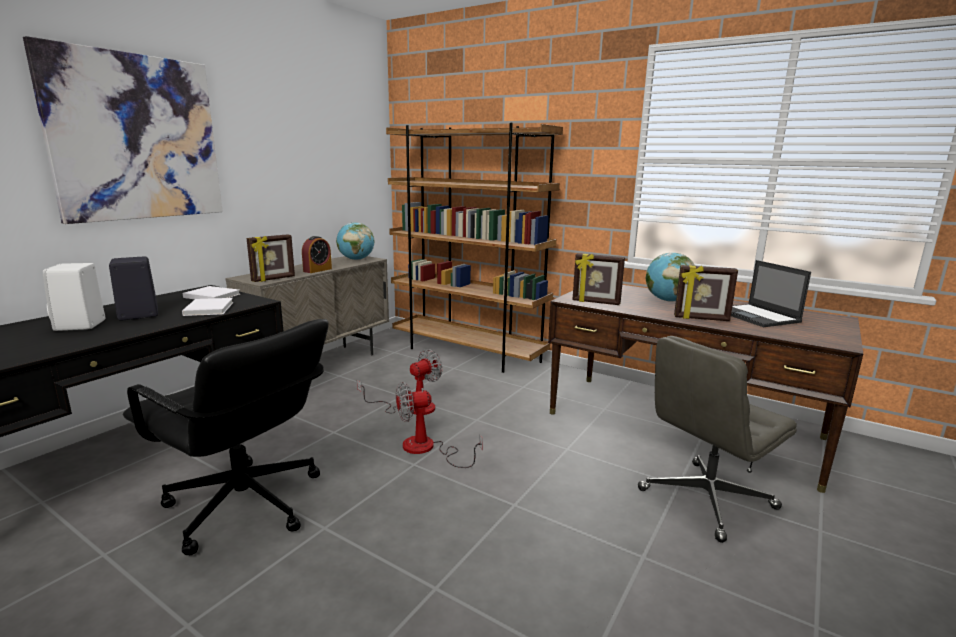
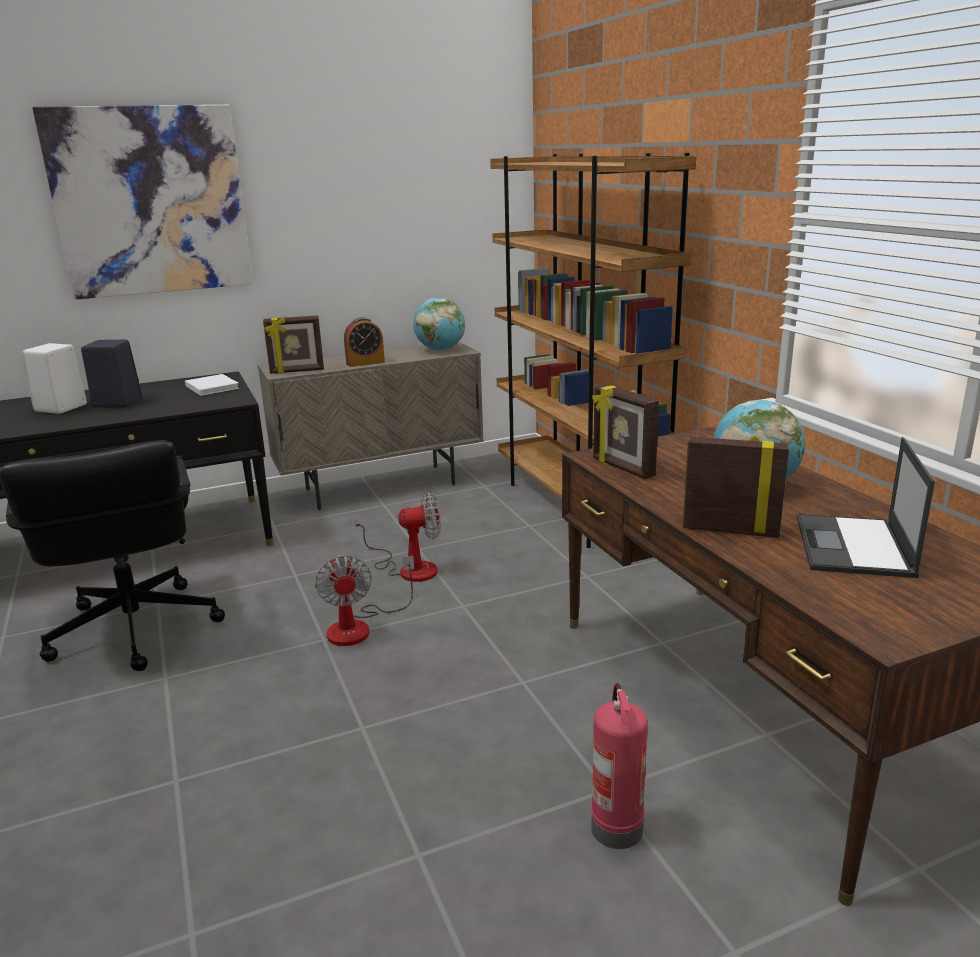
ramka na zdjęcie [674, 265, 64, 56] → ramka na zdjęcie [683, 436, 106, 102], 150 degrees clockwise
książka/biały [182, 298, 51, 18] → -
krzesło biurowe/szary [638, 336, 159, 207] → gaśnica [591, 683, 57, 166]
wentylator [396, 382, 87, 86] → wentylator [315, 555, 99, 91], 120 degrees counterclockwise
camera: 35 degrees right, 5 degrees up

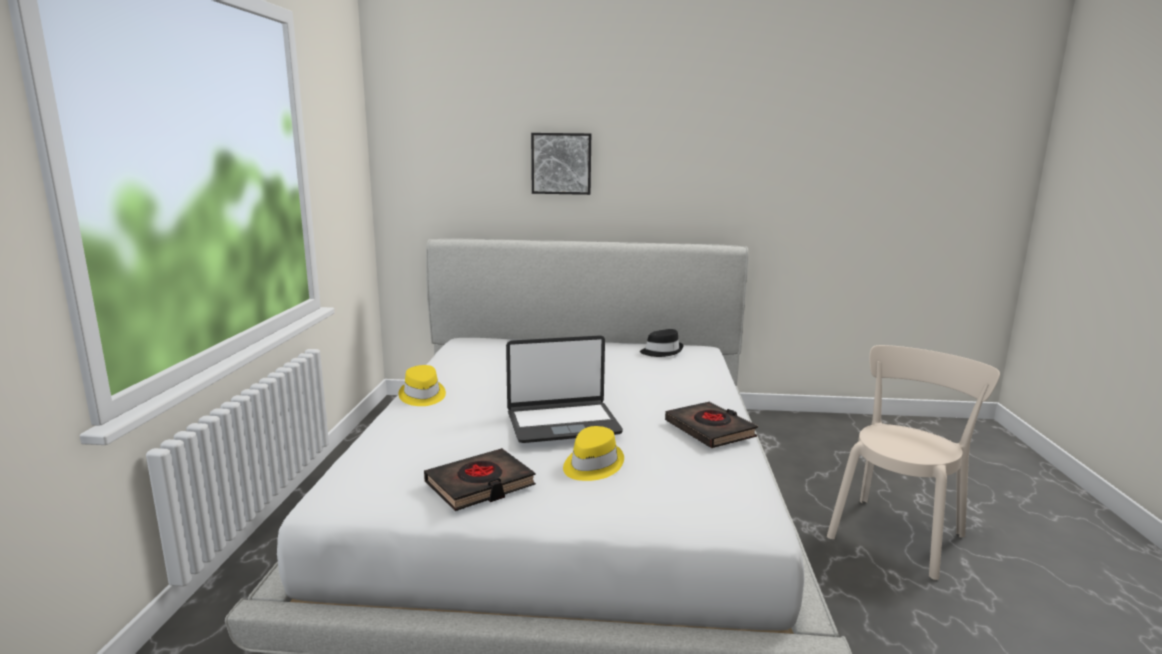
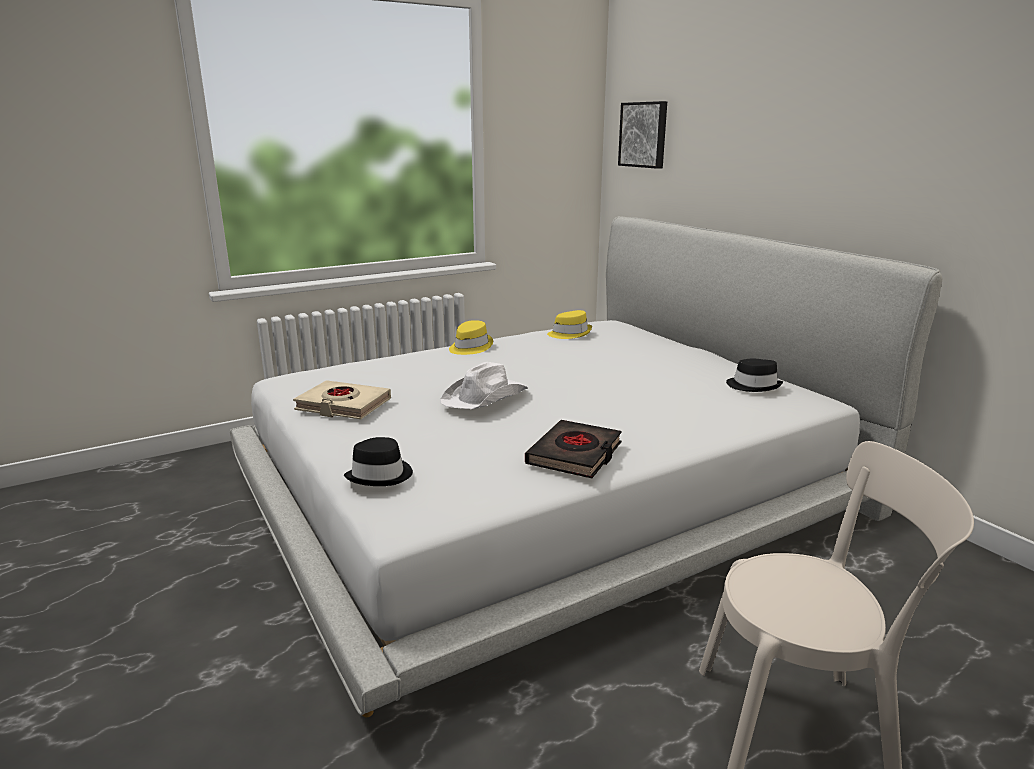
obraz [531, 133, 60, 62] → obraz [618, 101, 49, 68], relocated
laptop [506, 335, 117, 108] → kapelusz/biały [440, 362, 88, 47]
kapelusz/żółty [563, 426, 61, 55] → kapelusz/żółty [547, 310, 45, 29], relocated
książka/czarny [424, 448, 112, 63] → książka/beżowy [293, 380, 98, 39]
- → kapelusz/czarny [344, 437, 69, 49]
camera: 55 degrees right, 5 degrees up

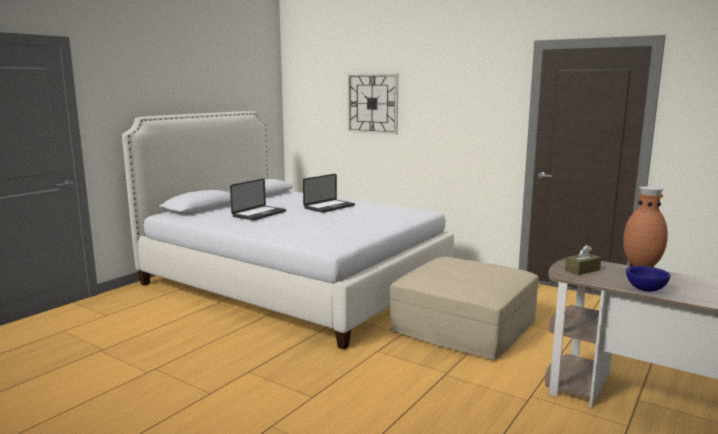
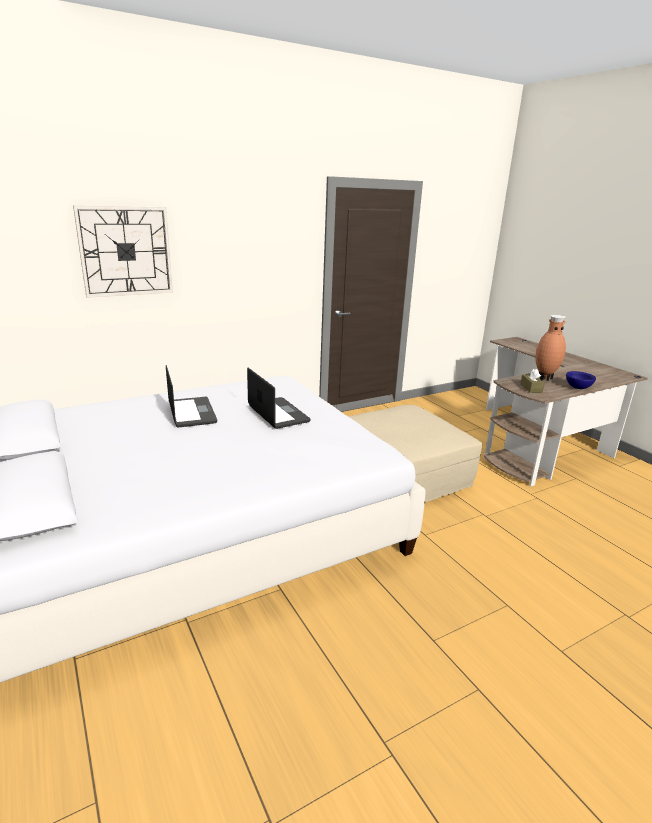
laptop [230, 178, 56, 43] → laptop [247, 368, 63, 61], relocated
camera: 65 degrees left, 10 degrees up

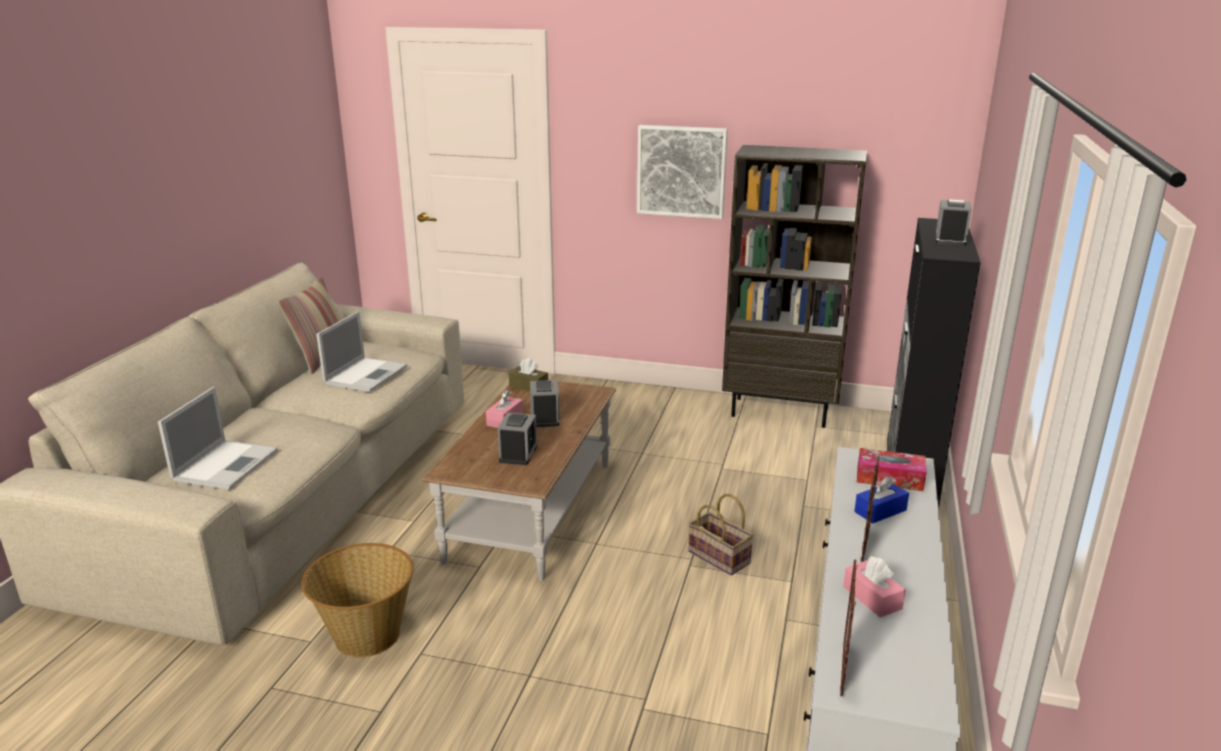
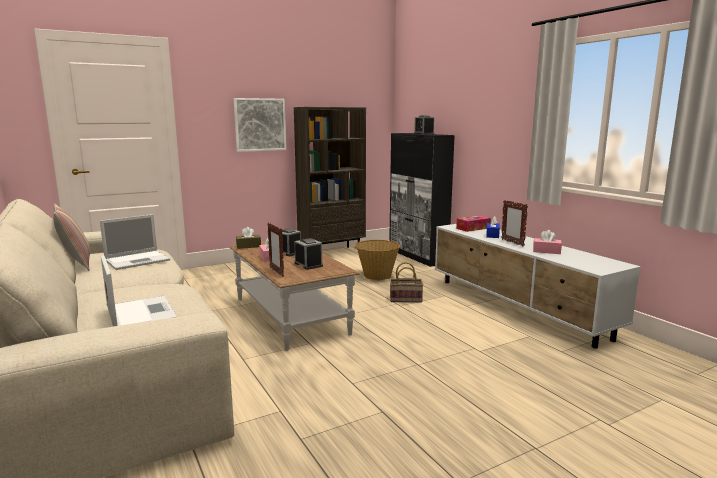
laptop [316, 311, 91, 81] → laptop [100, 214, 70, 56], 75 degrees clockwise
koszyk [301, 543, 113, 114] → koszyk [355, 240, 45, 40], relocated
ramka na zdjęcie [840, 559, 18, 137] → ramka na zdjęcie [267, 223, 17, 54], relocated
camera: 45 degrees left, 10 degrees down

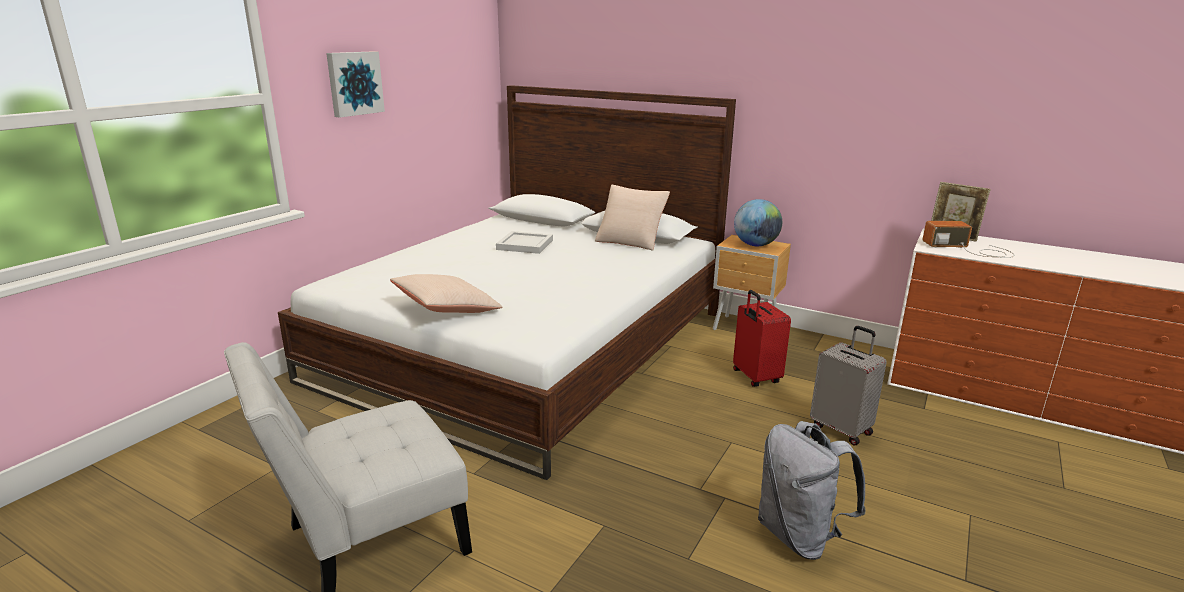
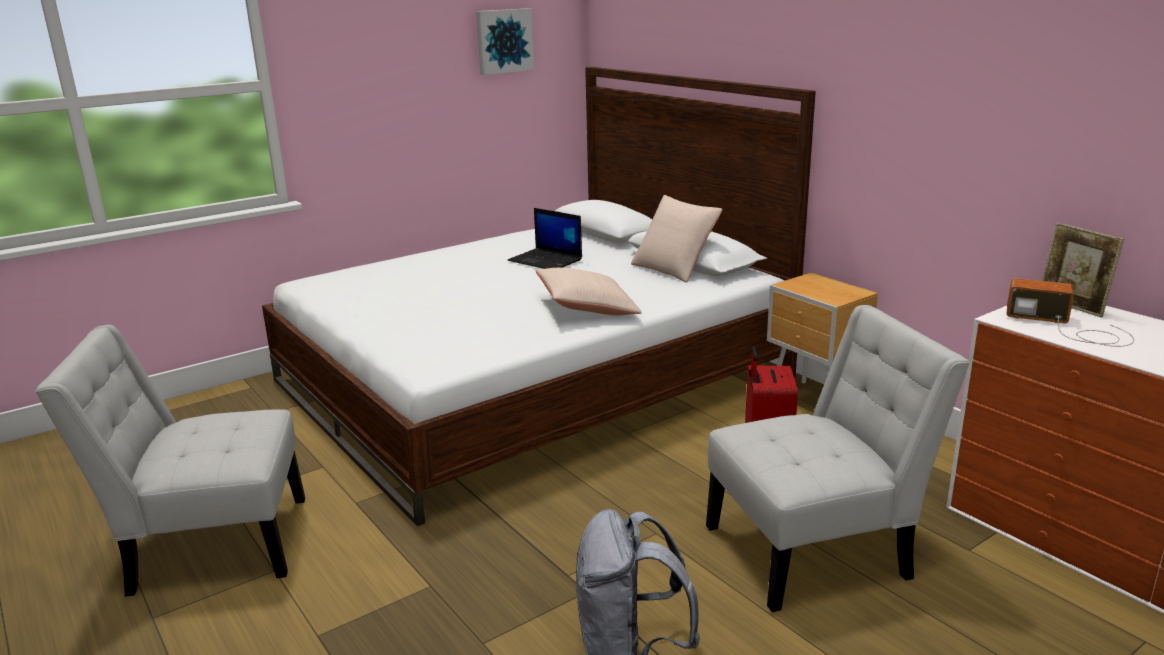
obraz [326, 51, 59, 67] → obraz [476, 8, 58, 67], relocated
globus [734, 199, 48, 47] → -
taca/biały [496, 231, 57, 23] → laptop [508, 208, 74, 61]
poduszka/beżowy [390, 274, 112, 39] → poduszka/beżowy [535, 268, 107, 48], relocated
walizka/szary [810, 326, 77, 119] → krzesło/biały [706, 305, 264, 307]
camera: 25 degrees right, 0 degrees up

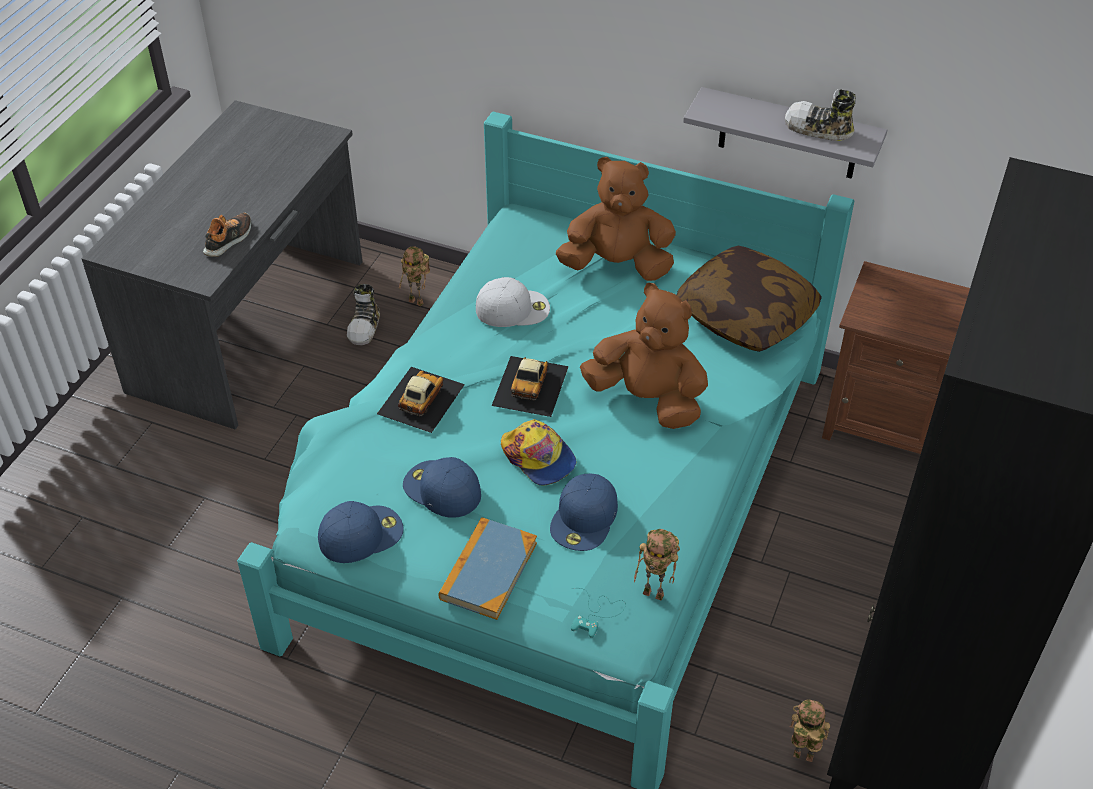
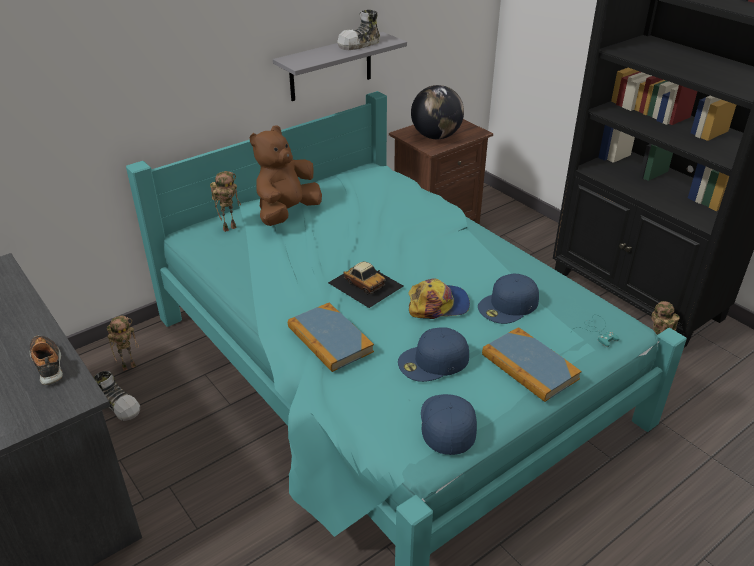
poduszka [677, 246, 145, 106] → -
czapka z daszkiem/biały [476, 277, 74, 50] → -
pluszak/brązowy [580, 283, 128, 146] → -
samochodzik [377, 367, 88, 66] → książka [288, 303, 86, 69]
czapka z daszkiem/niebieski [550, 474, 68, 77] → czapka z daszkiem/niebieski [478, 274, 61, 50], 90 degrees clockwise
robot zabawkowy [634, 529, 46, 72] → robot zabawkowy [210, 171, 31, 61], relocated
- → globus [411, 85, 53, 54]
camera: 60 degrees left, 10 degrees down

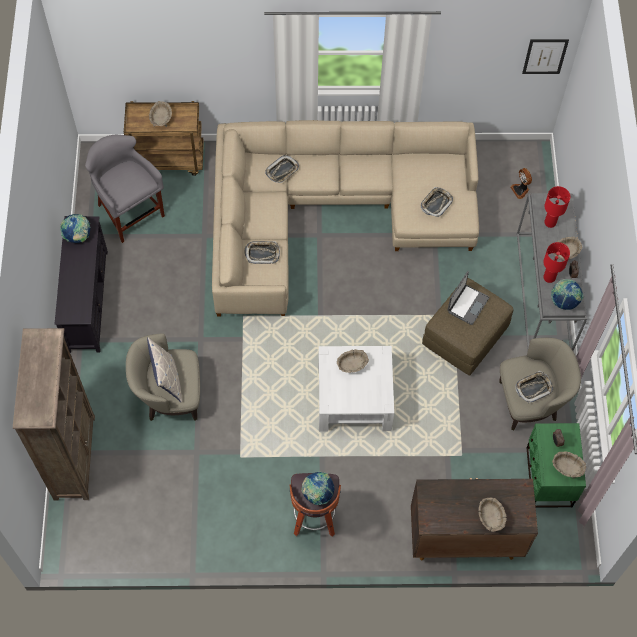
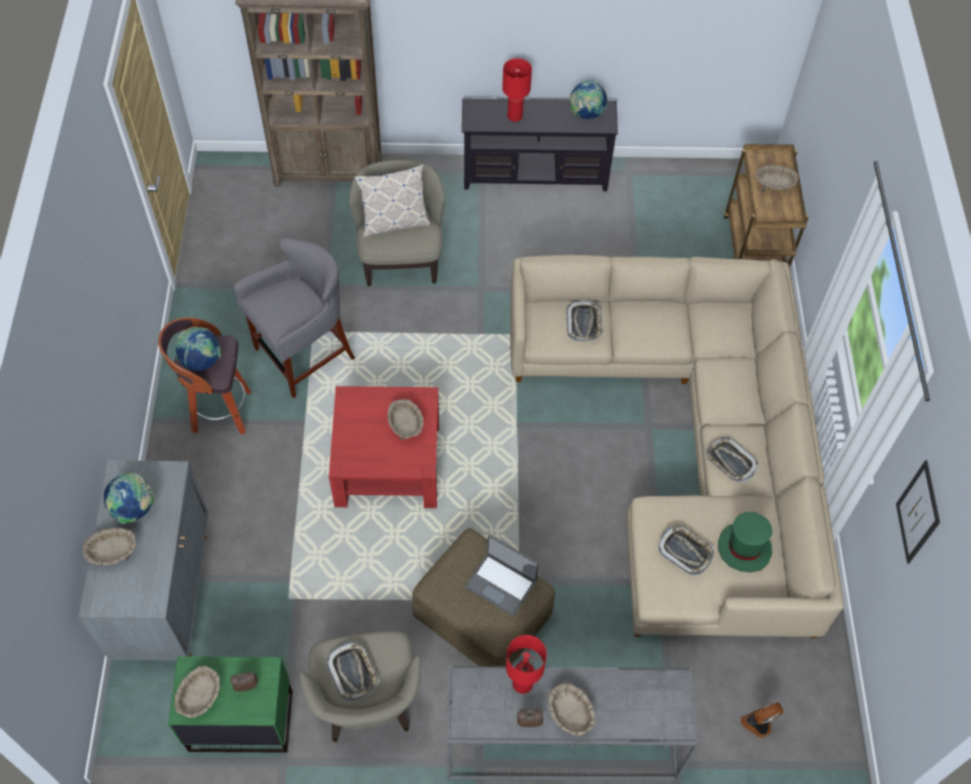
obraz [522, 39, 47, 35] → obraz [896, 460, 44, 104], relocated
stołek/szary [85, 135, 80, 108] → stołek/szary [234, 238, 121, 160], relocated
taca [265, 155, 34, 28] → taca [705, 437, 54, 46], relocated
lampa stołowa/czerwony [544, 186, 26, 42] → lampa stołowa/czerwony [502, 58, 30, 64], relocated
globus [551, 279, 33, 31] → globus [104, 473, 50, 51], relocated
ława/biały [318, 346, 76, 86] → ława/czerwony [329, 386, 110, 122]
szafka/brązowy [411, 478, 127, 82] → szafka/szary [79, 460, 129, 200]
- → kapelusz/zielony [718, 512, 55, 60]
camera: 90 degrees right, 5 degrees down

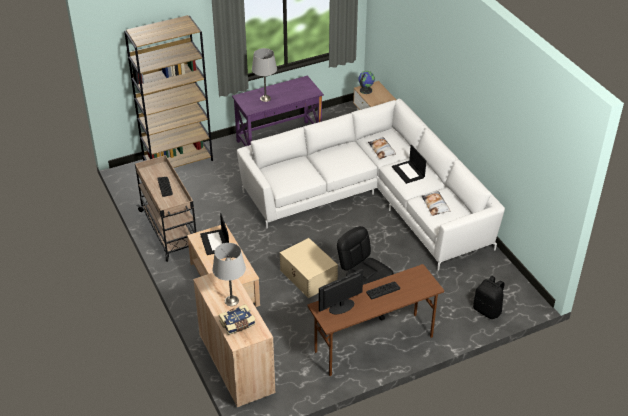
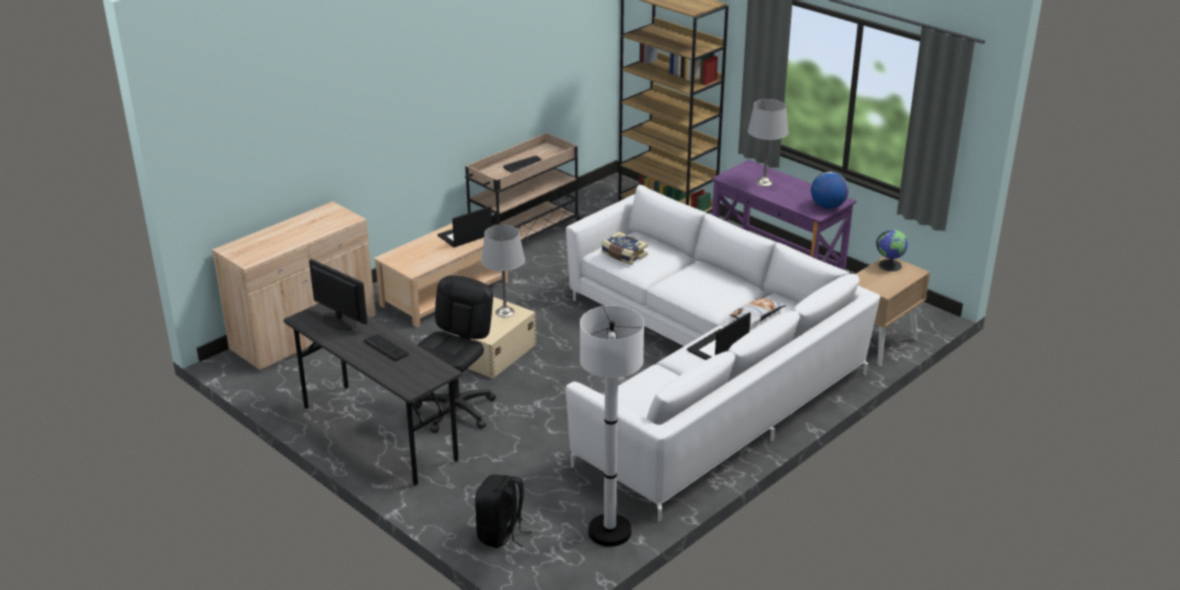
poduszka [422, 191, 28, 25] → -
lampa stołowa/szary [212, 243, 34, 63] → lampa stołowa/szary [481, 225, 44, 92], relocated
biurko/brązowy [307, 264, 137, 112] → biurko/szary [284, 303, 178, 183]
książka [219, 304, 37, 31] → książka [601, 232, 47, 33], relocated
- → globus [811, 172, 38, 37]
- → lampa stojąca/biały [580, 306, 64, 241]
camera: 70 degrees right, 10 degrees down

